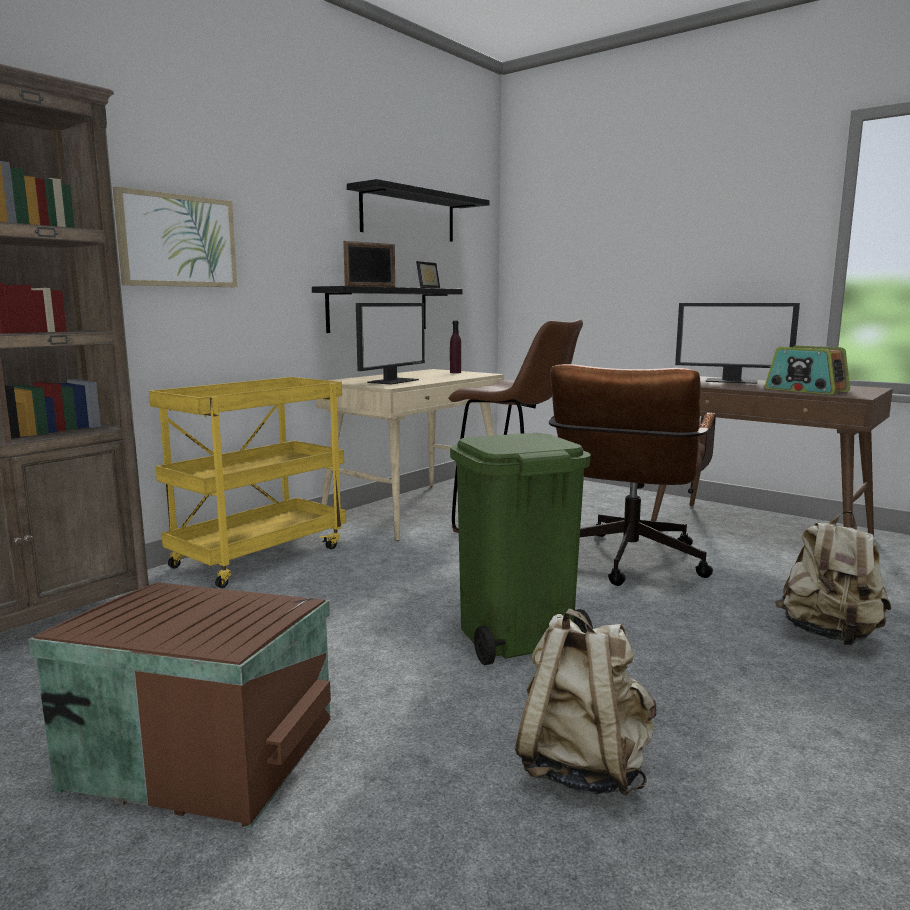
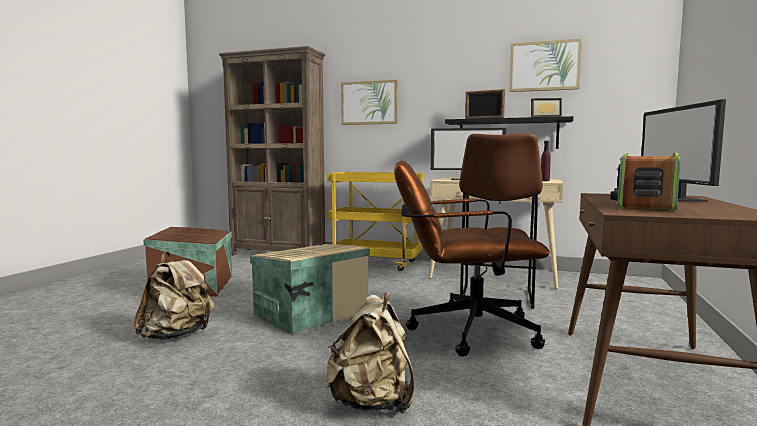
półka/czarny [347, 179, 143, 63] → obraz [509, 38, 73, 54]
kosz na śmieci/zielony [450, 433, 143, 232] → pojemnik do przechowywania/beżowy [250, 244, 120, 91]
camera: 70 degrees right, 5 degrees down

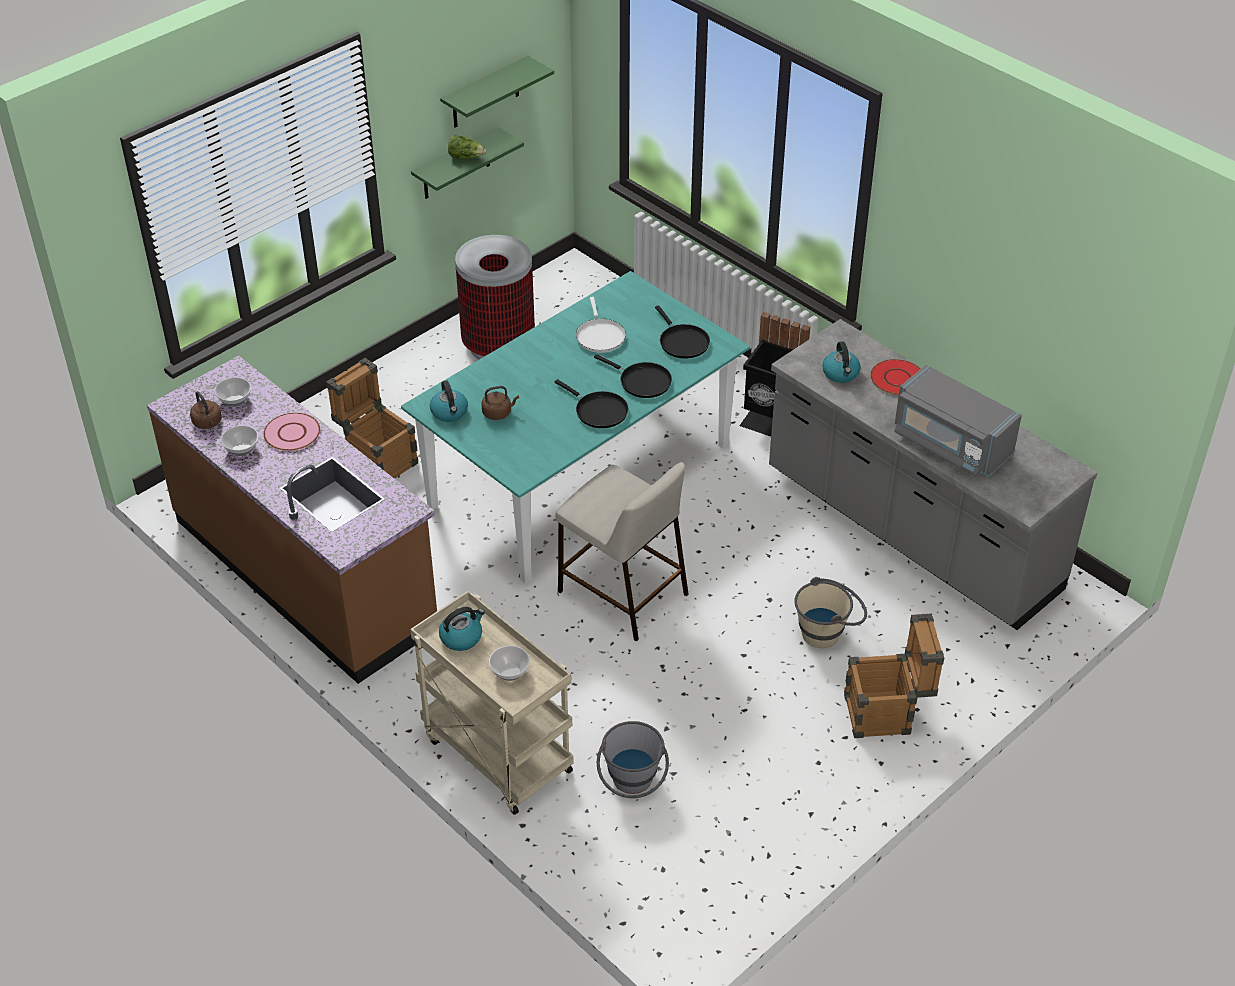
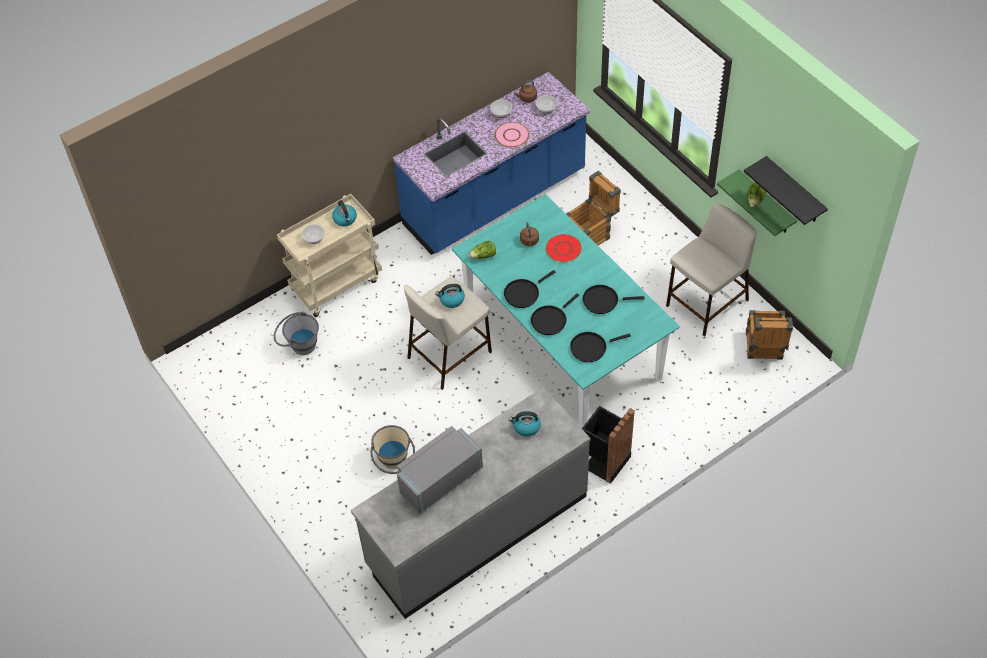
półka/zielony [440, 56, 114, 71] → półka/czarny [744, 156, 84, 69]
kosz na śmieci [455, 235, 80, 125] → stołek/beżowy [666, 204, 91, 132]
patelnia/biały [576, 297, 50, 56] → patelnia/czarny [583, 285, 62, 29]
zabudowa kuchenna/brązowy [147, 356, 290, 328] → zabudowa kuchenna/niebieski [393, 72, 197, 183]
talerz/czerwony [870, 359, 50, 36] → talerz/czerwony [546, 234, 36, 28], relocated
czajnik [430, 380, 38, 42] → czajnik [435, 284, 30, 24], relocated
skrzynka [844, 614, 100, 124] → skrzynka [746, 310, 47, 49], relocated
- → sałata [469, 241, 27, 18]
camera: 100 degrees right, 10 degrees up

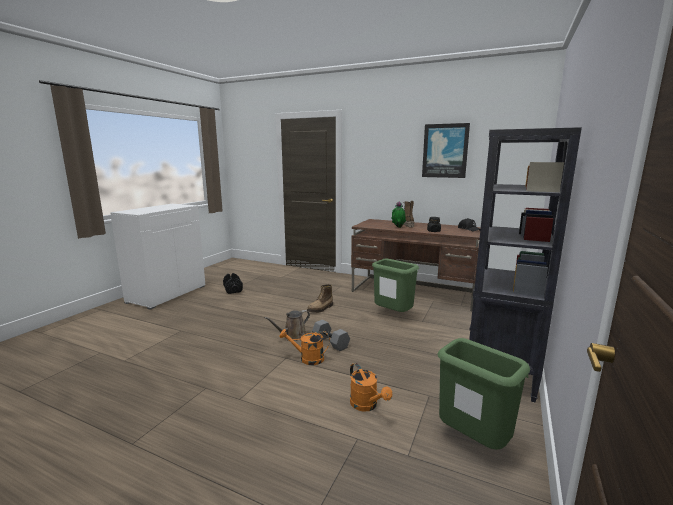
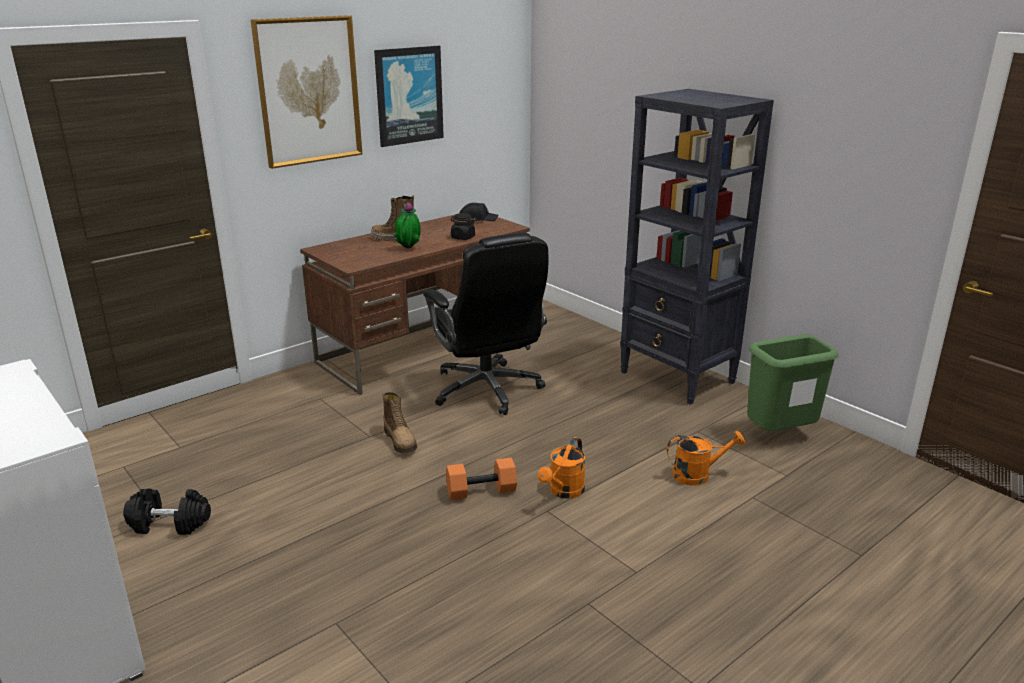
kosz na śmieci/zielony [372, 259, 47, 53] → krzesło biurowe/czarny [423, 233, 125, 182]
konewka/brązowy [264, 310, 46, 31] → hantel/pomarańczowy [446, 458, 71, 42]
hantel/szary [312, 320, 38, 31] → -
- → obraz [250, 15, 112, 154]
camera: 65 degrees left, 10 degrees up

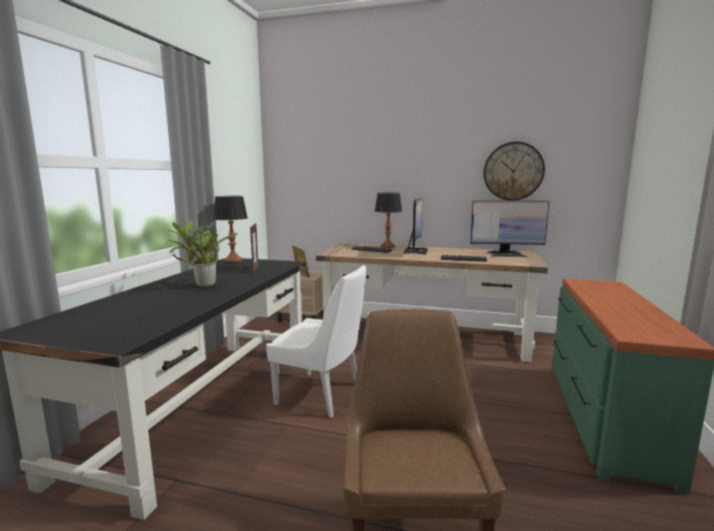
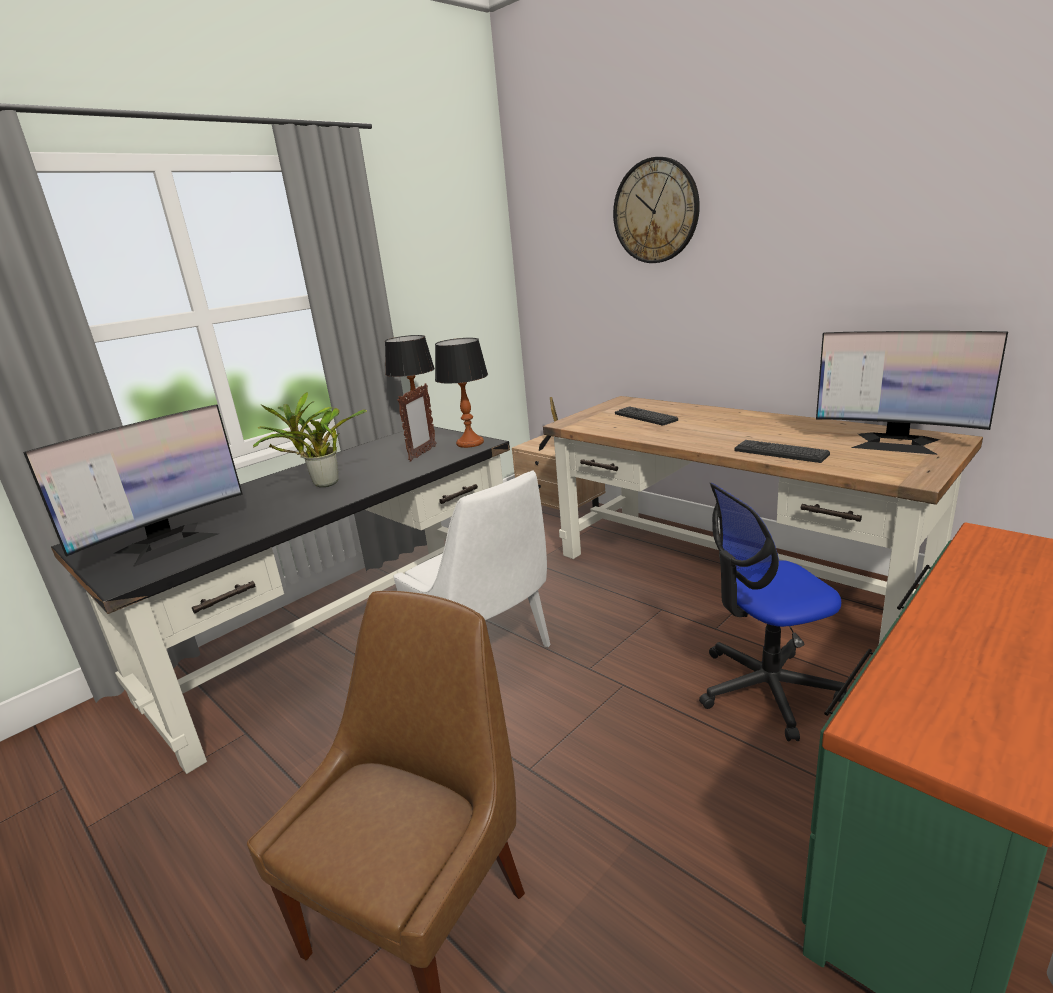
zegar ścienny [484, 142, 61, 59] → zegar ścienny [613, 157, 87, 106], relocated
lampa stołowa [375, 193, 27, 55] → lampa stołowa [435, 338, 53, 110], relocated
monitor [403, 198, 25, 57] → monitor [23, 405, 220, 162], relocated
- → krzesło biurowe [699, 483, 148, 258]
camera: 30 degrees right, 10 degrees up

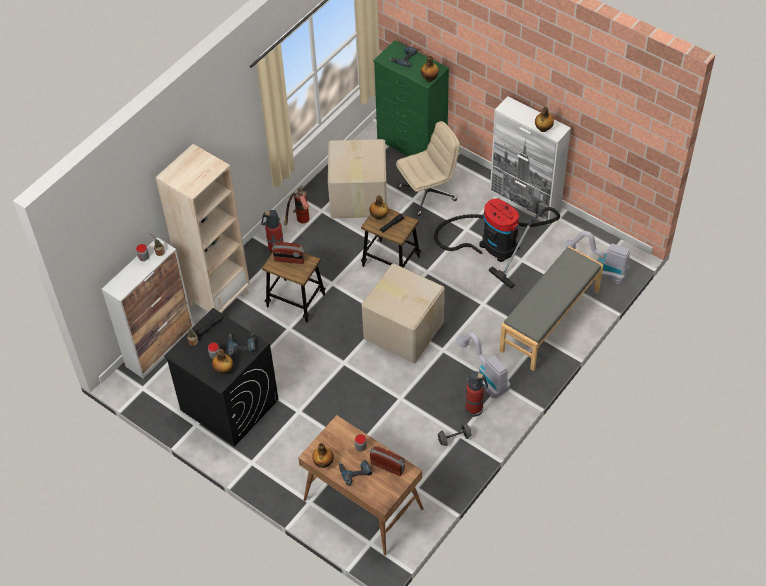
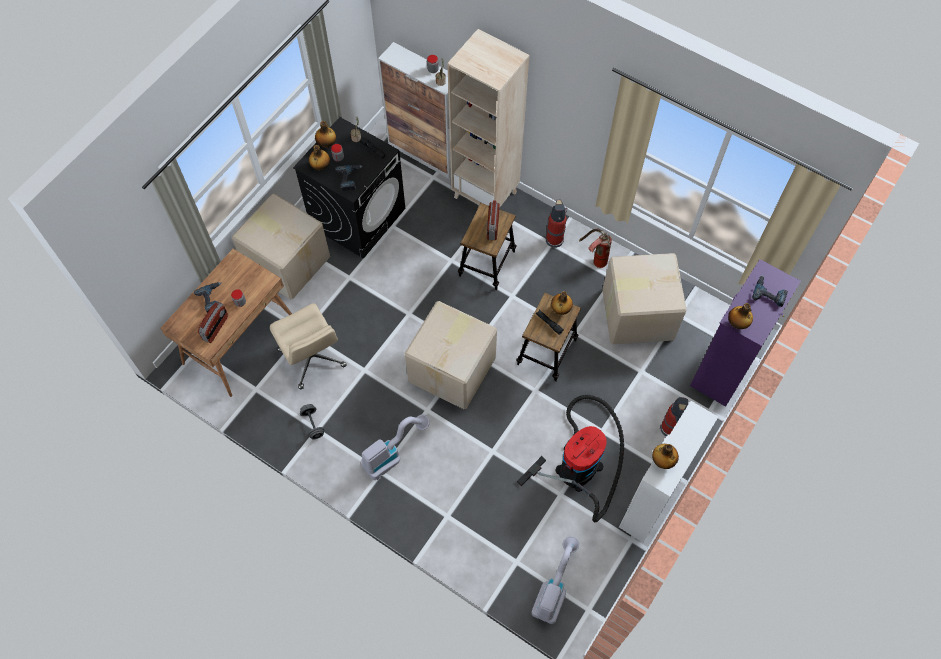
komoda/zielony [373, 40, 76, 116] → komoda/fioletowy [690, 259, 111, 148]
krzesło biurowe/beżowy [396, 121, 64, 95] → krzesło biurowe/beżowy [270, 303, 77, 86], relocated
ławka/szary [499, 246, 104, 125] → -
gaśnica [465, 371, 23, 46] → gaśnica [660, 397, 28, 40], relocated
butelka [312, 443, 22, 25] → butelka [315, 121, 21, 27], relocated
- → karton [232, 193, 98, 106]
camera: 85 degrees right, 10 degrees up

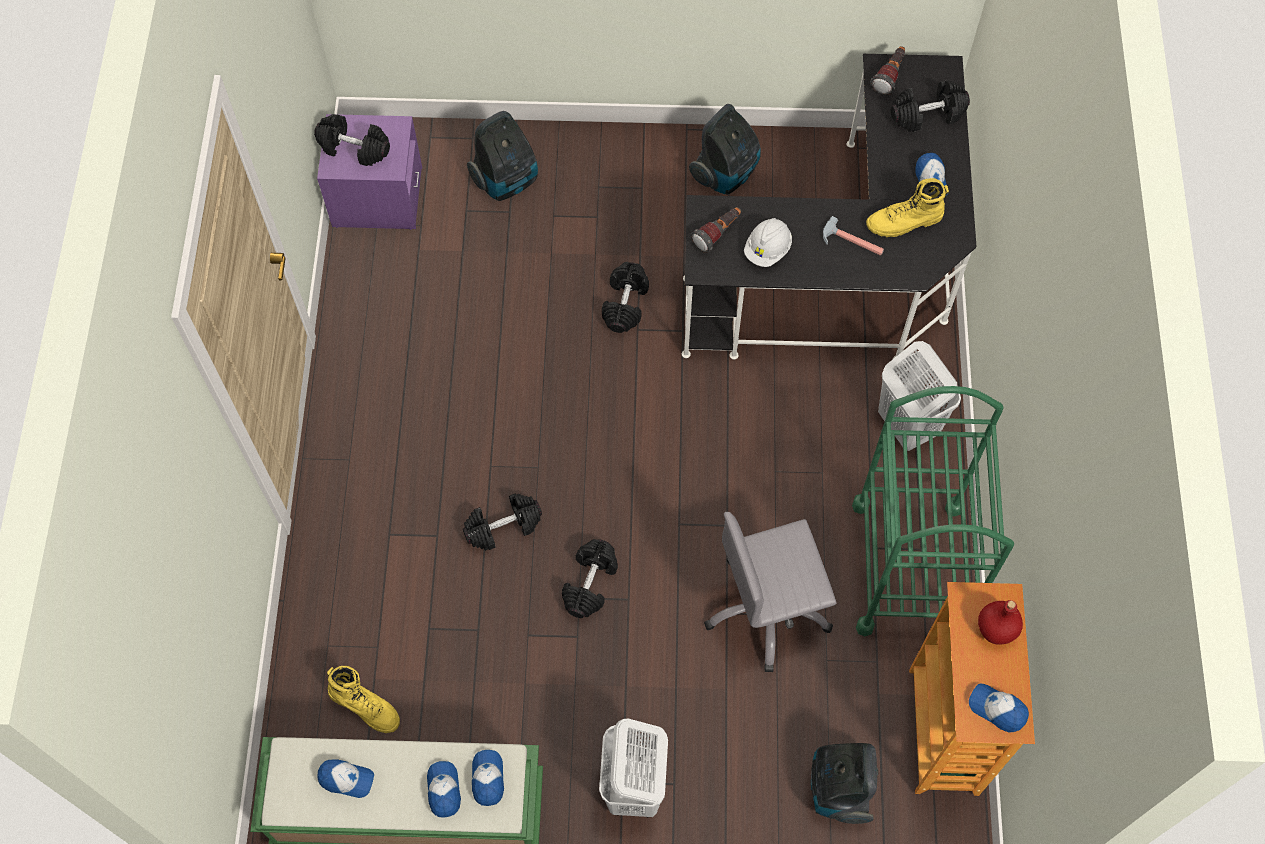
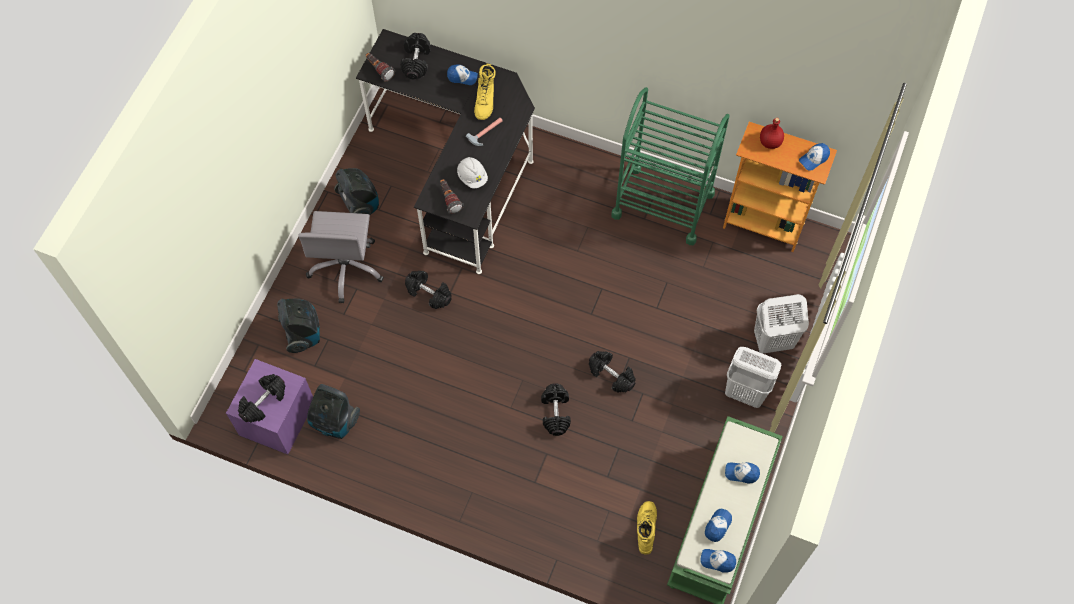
kosz na pranie/biały [878, 341, 83, 110] → kosz na pranie/biały [754, 294, 55, 60], relocated
krzesło biurowe/szary [704, 512, 133, 160] → krzesło biurowe/szary [298, 211, 86, 92], relocated
but z cholewką/żółty [327, 666, 73, 67] → but z cholewką/żółty [637, 501, 20, 54], 45 degrees counterclockwise
odkurzacz [811, 743, 67, 81] → odkurzacz [307, 384, 53, 55], relocated
czapka z daszkiem [472, 750, 32, 56] → czapka z daszkiem [700, 549, 36, 24], relocated
camera: 70 degrees left, 0 degrees up

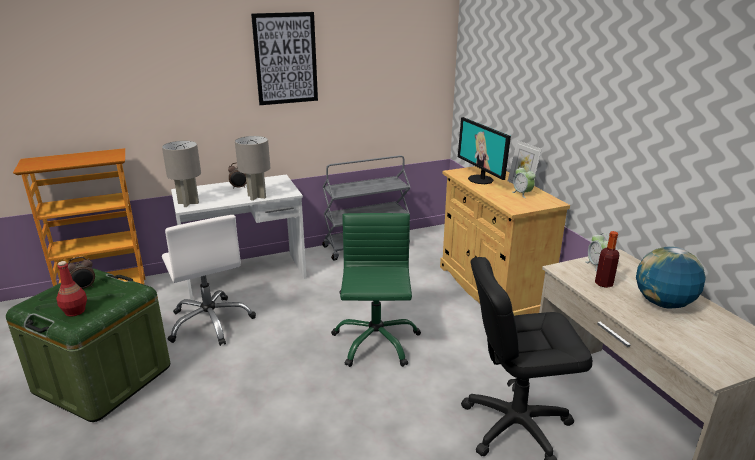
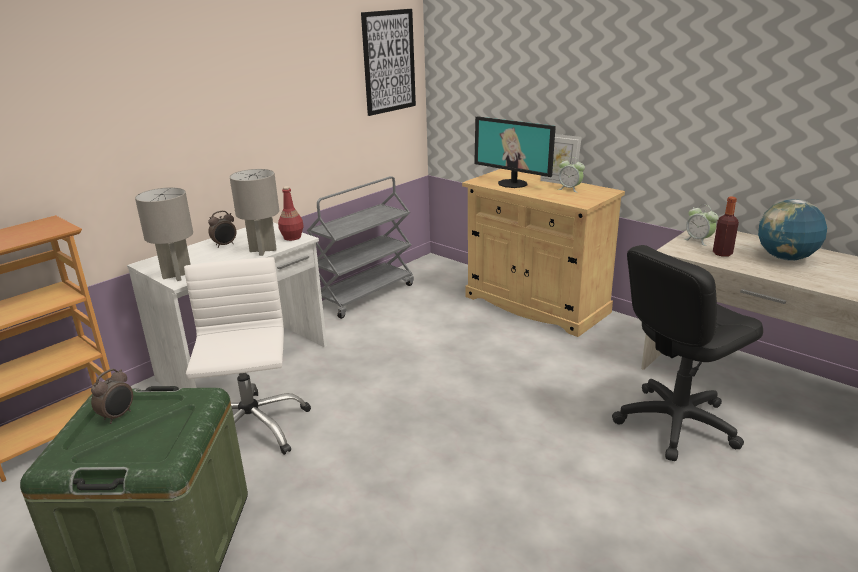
obraz [251, 12, 67, 93] → obraz [361, 9, 55, 107], relocated
krzesło biurowe/zielony [331, 213, 90, 154] → -
krzesło biurowe/biały [162, 215, 94, 131] → krzesło biurowe/biały [184, 257, 127, 198], 135 degrees counterclockwise
butelka/czerwony [57, 261, 30, 56] → butelka/czerwony [278, 186, 26, 55], relocated
camera: 25 degrees left, 0 degrees up

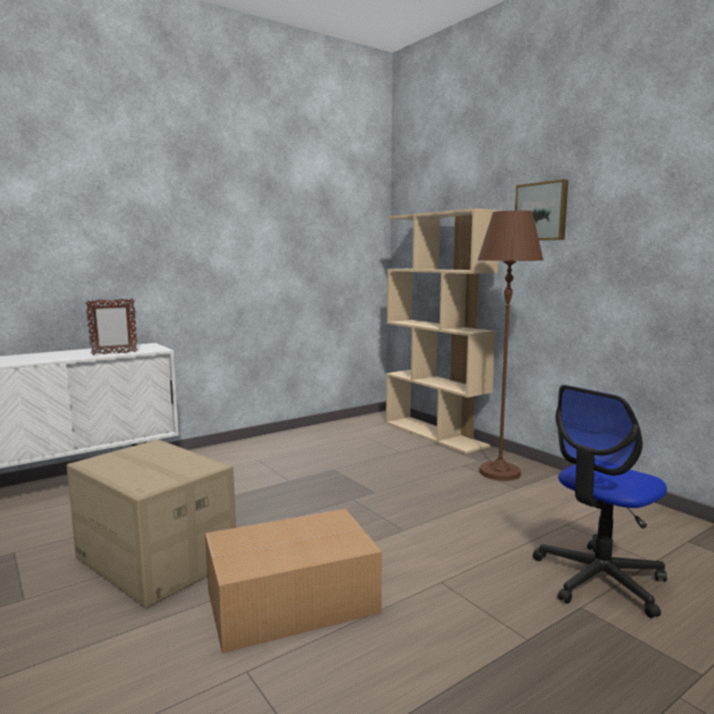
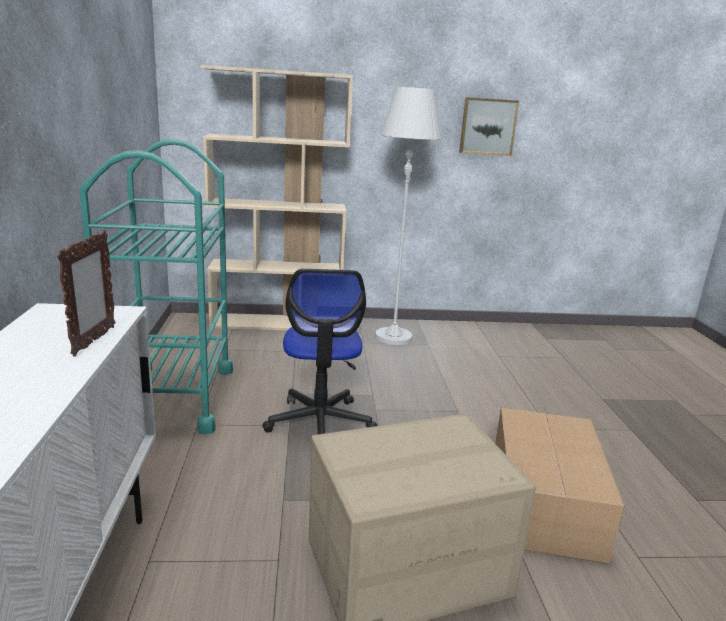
obraz [515, 179, 53, 62] → obraz [459, 97, 60, 59], relocated
lampa stojąca/brązowy [478, 210, 65, 271] → lampa stojąca/biały [375, 87, 67, 258]
krzesło biurowe [533, 385, 134, 233] → krzesło biurowe [262, 269, 115, 165], relocated
- → wózek/turkusowy [79, 139, 154, 296]
camera: 60 degrees left, 10 degrees up

